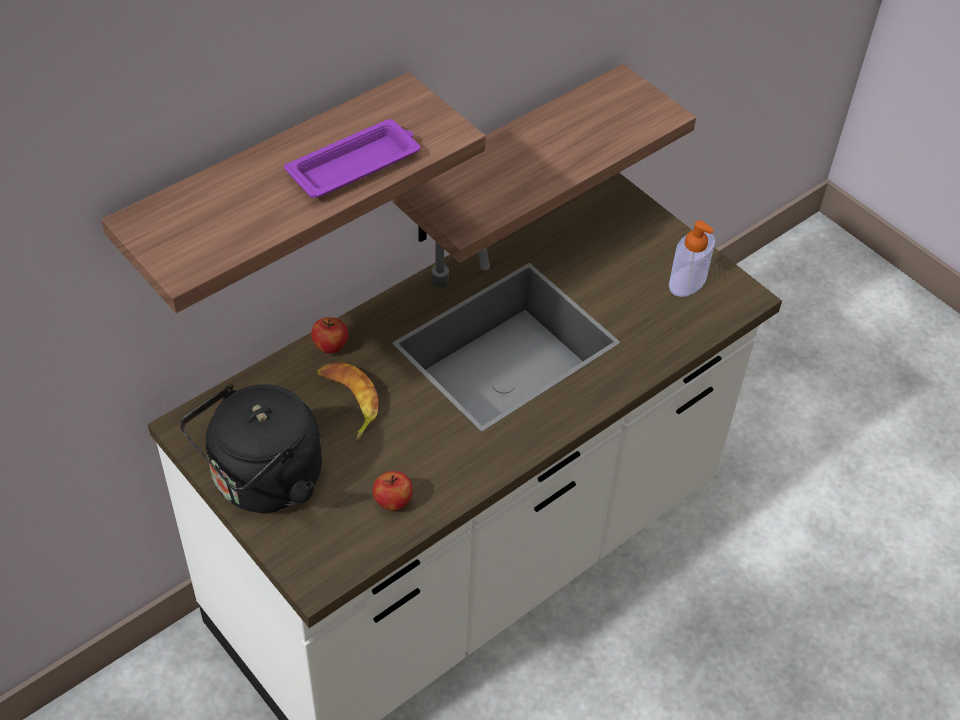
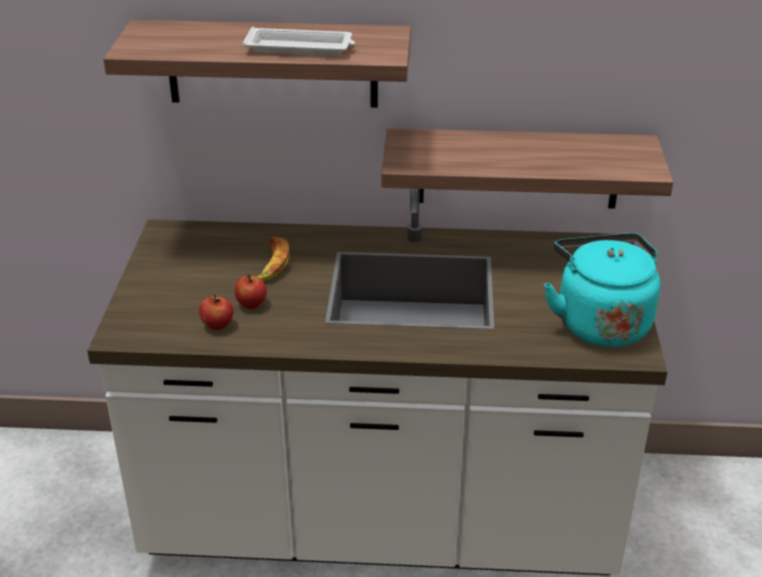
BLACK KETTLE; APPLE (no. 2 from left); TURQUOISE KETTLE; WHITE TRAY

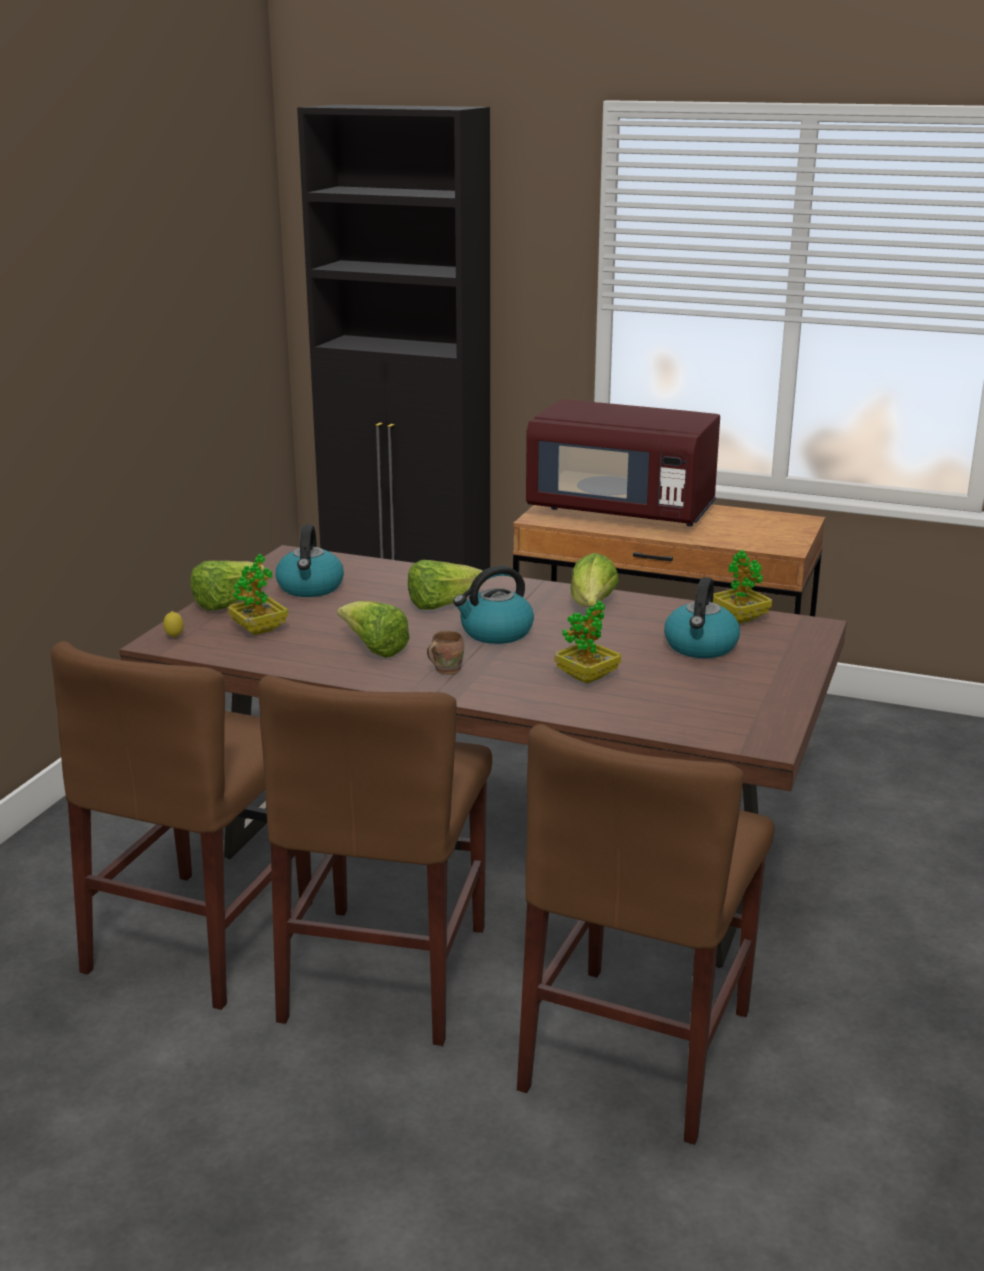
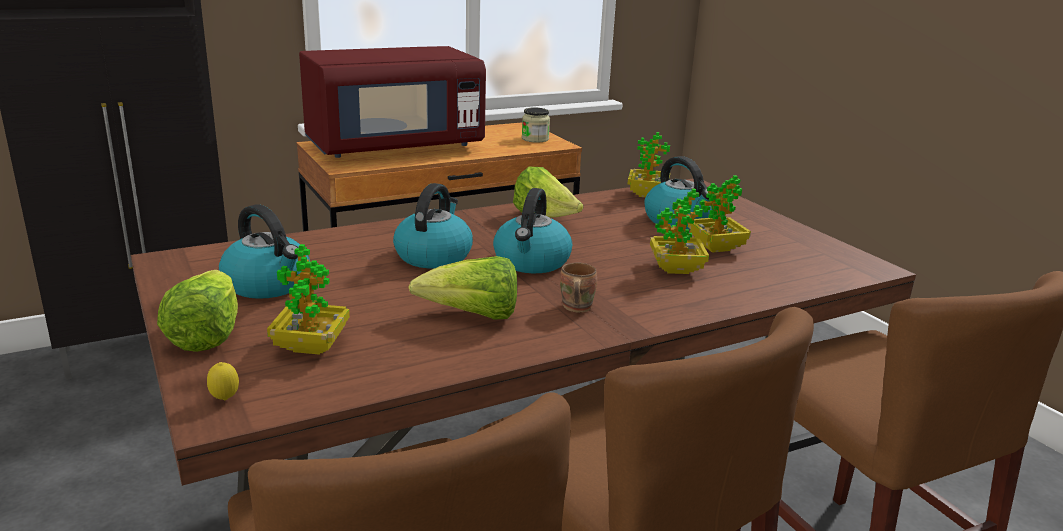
JAR; POTTED PLANT (no. 4 from left); KETTLE (no. 2 from left)

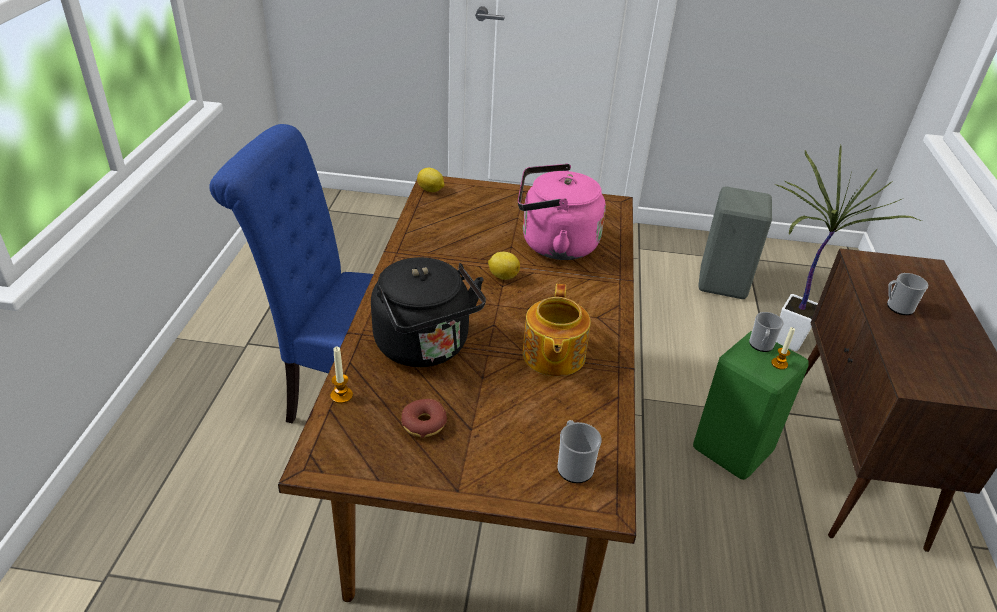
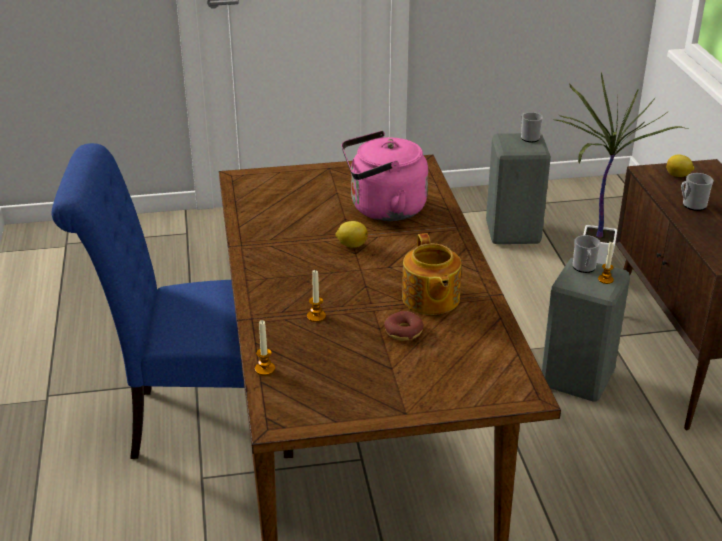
DONUT; LEMON (no. 2 from left); MUG (no. 1 from left); CANDLE (no. 2 from left); GREY STOOL (no. 2 from left)

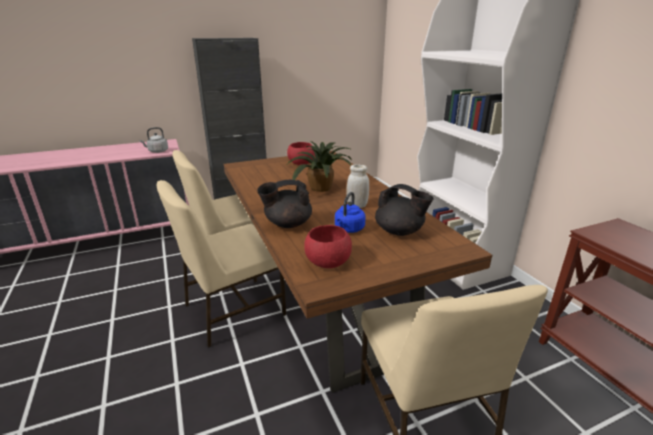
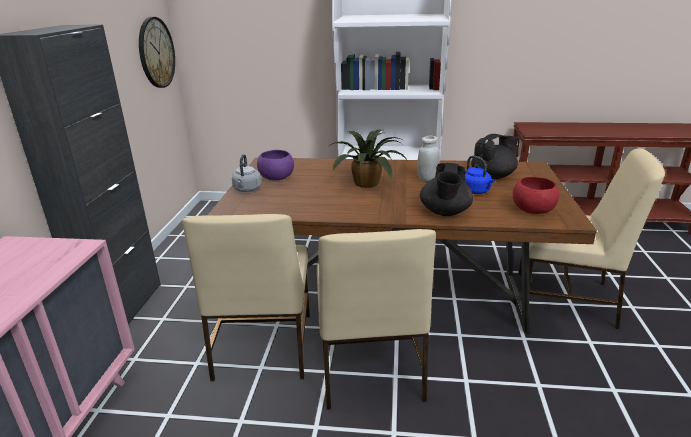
WALL CLOCK; GREY KETTLE; PURPLE BOWL

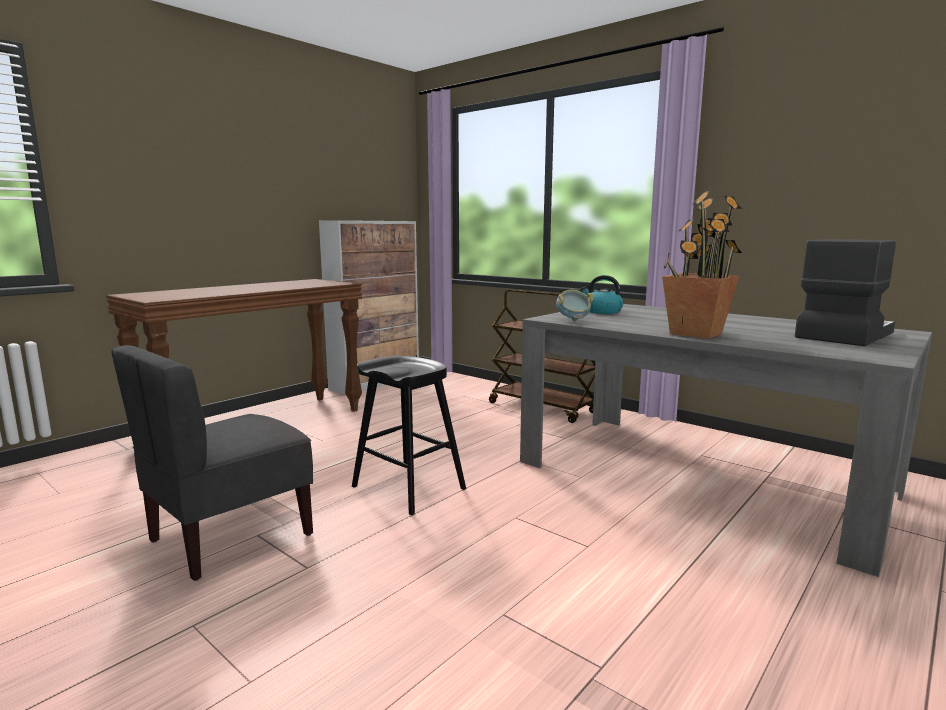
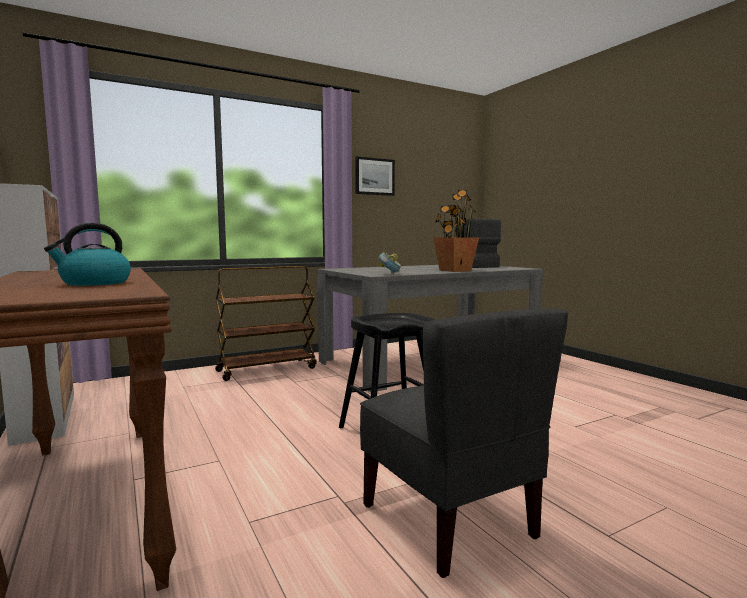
PICTURE; KETTLE

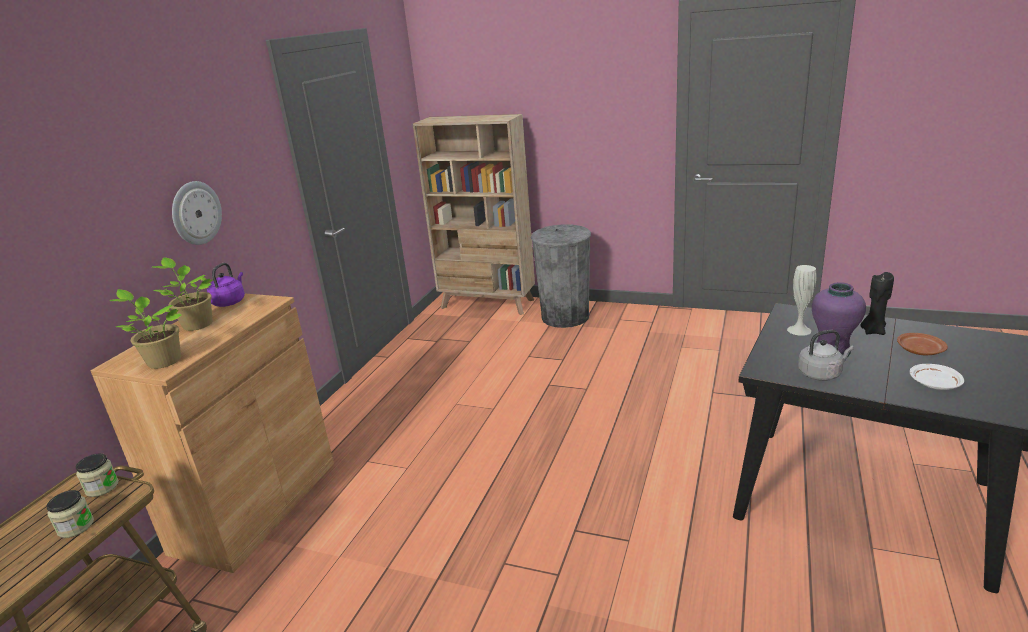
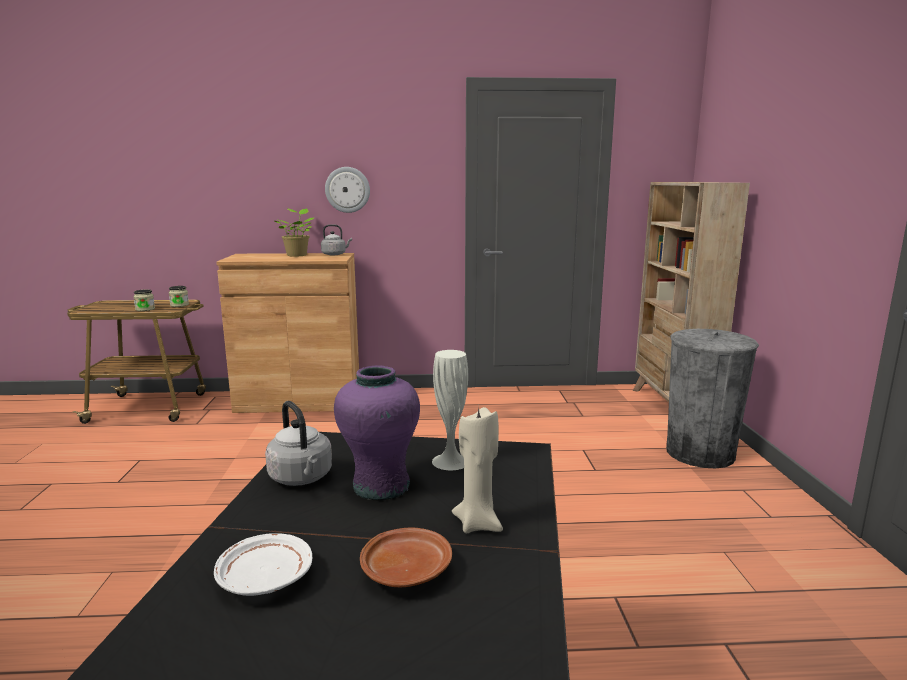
POTTED PLANT (no. 1 from left in the first image); GREY KETTLE (no. 2 from left); BEIGE CANDLE

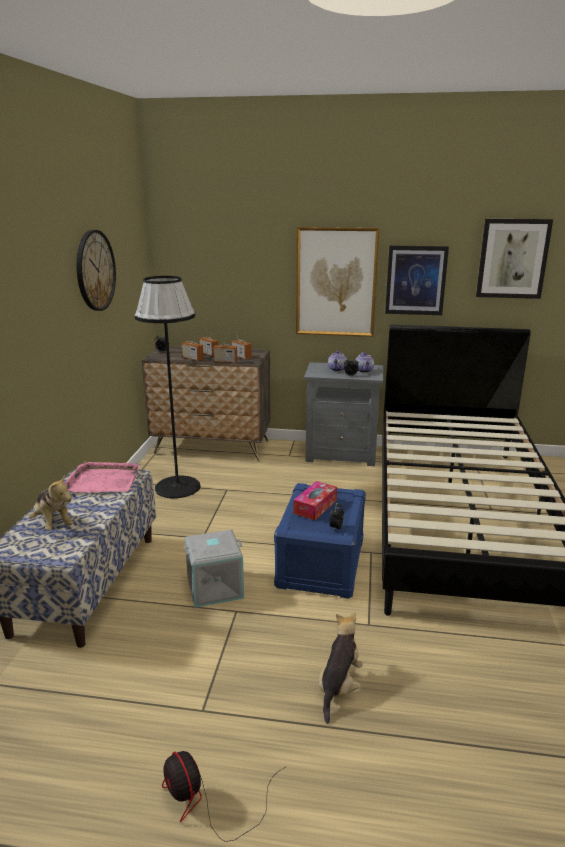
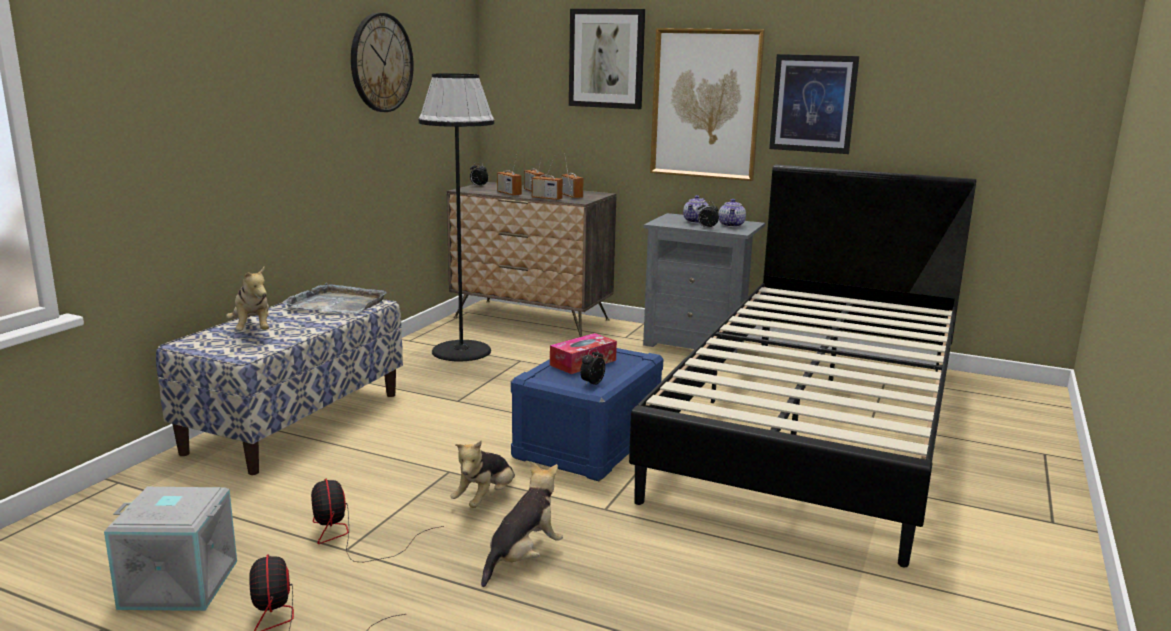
FAN (no. 2 from left); PLUSH TOY (no. 2 from left); GREY STORAGE BOX; PICTURE (no. 1 from left); GREY TRAY

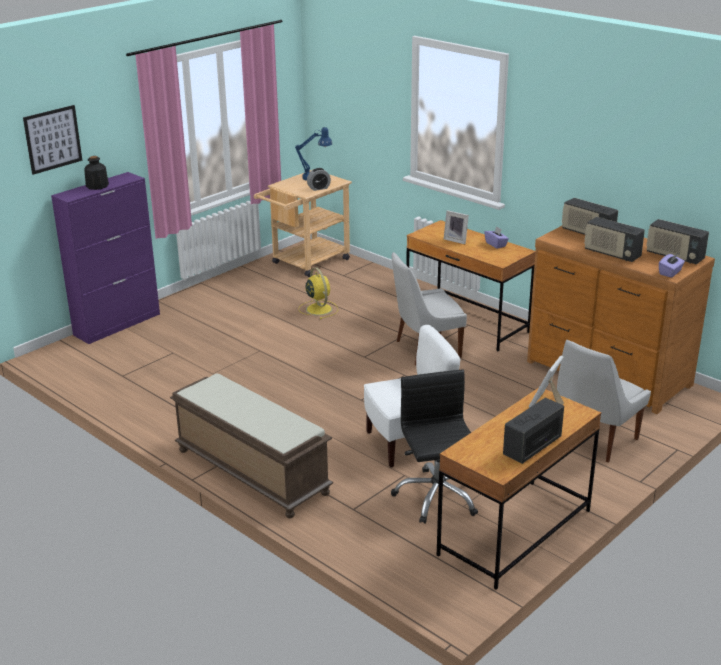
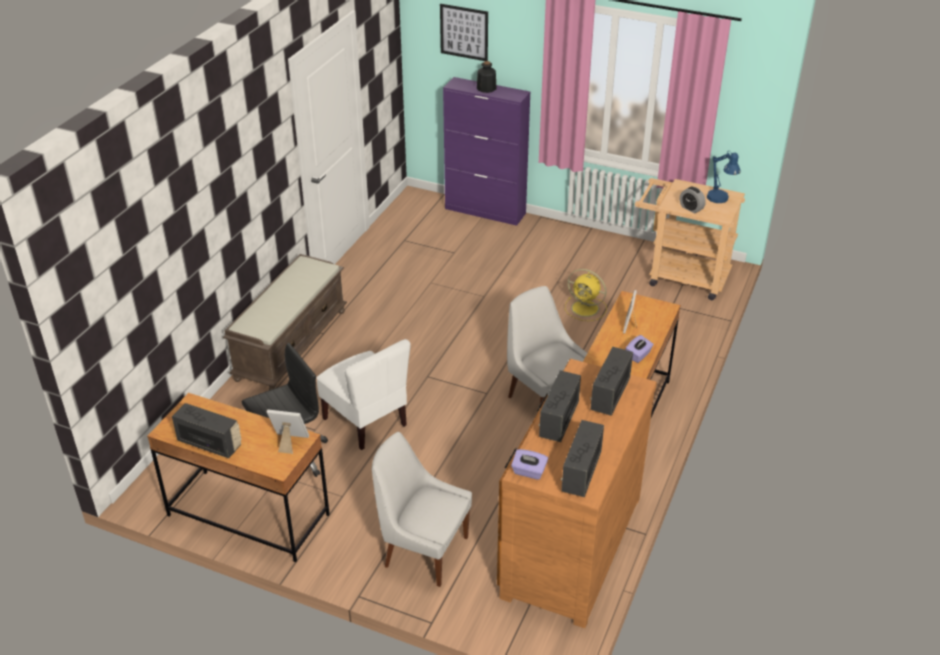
YELLOW FAN

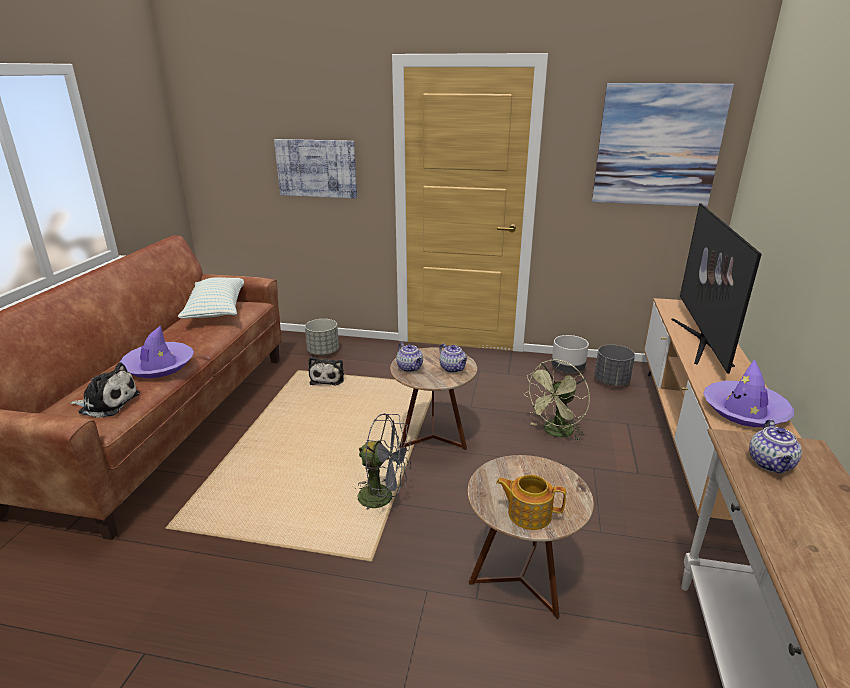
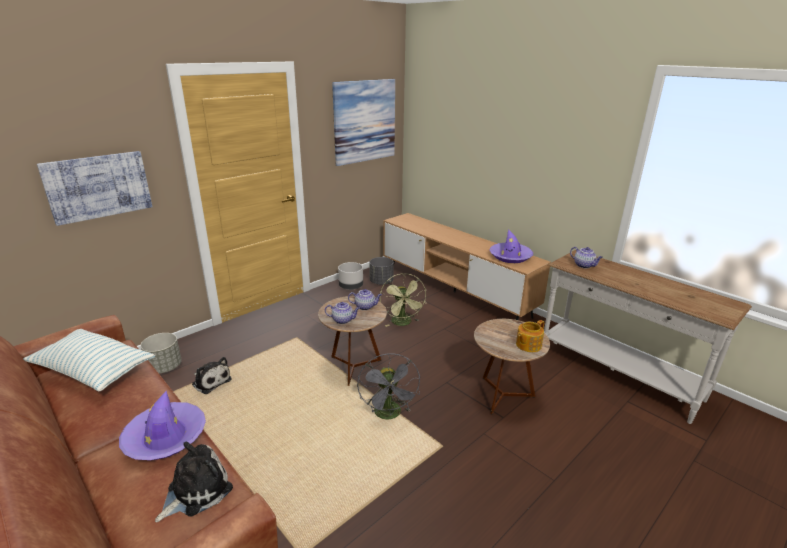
TELEVISION; GREY FAN

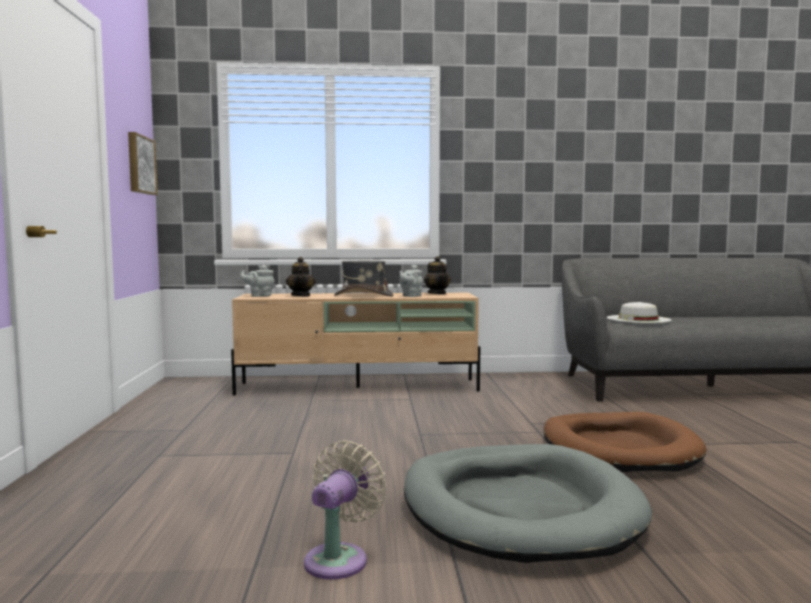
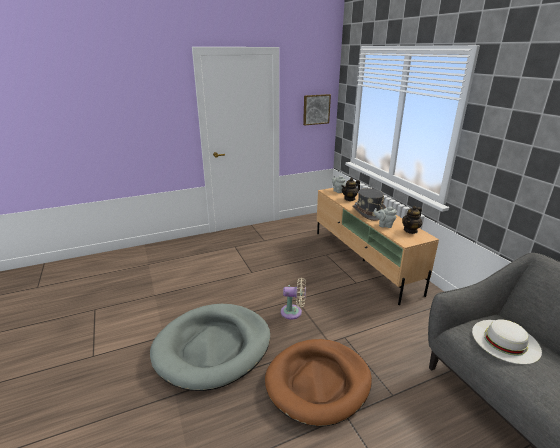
BEIGE FAN

